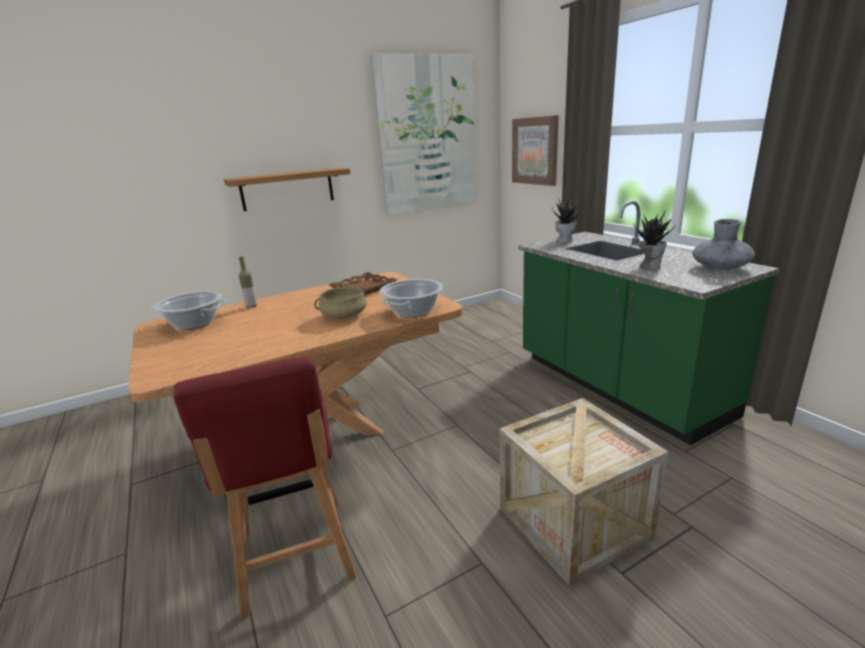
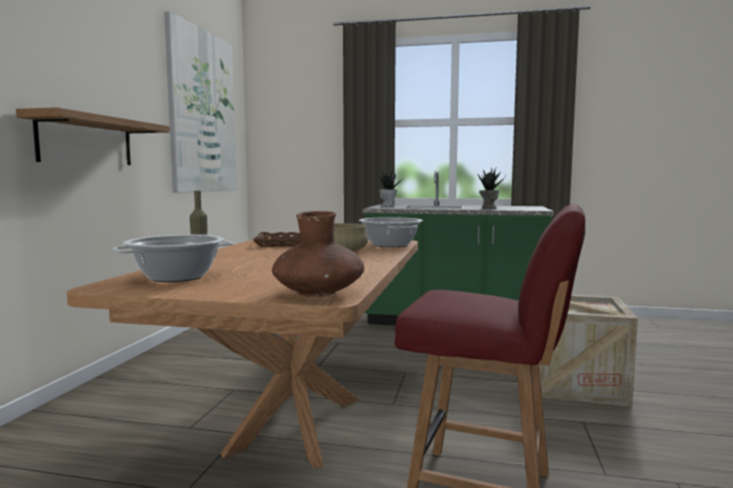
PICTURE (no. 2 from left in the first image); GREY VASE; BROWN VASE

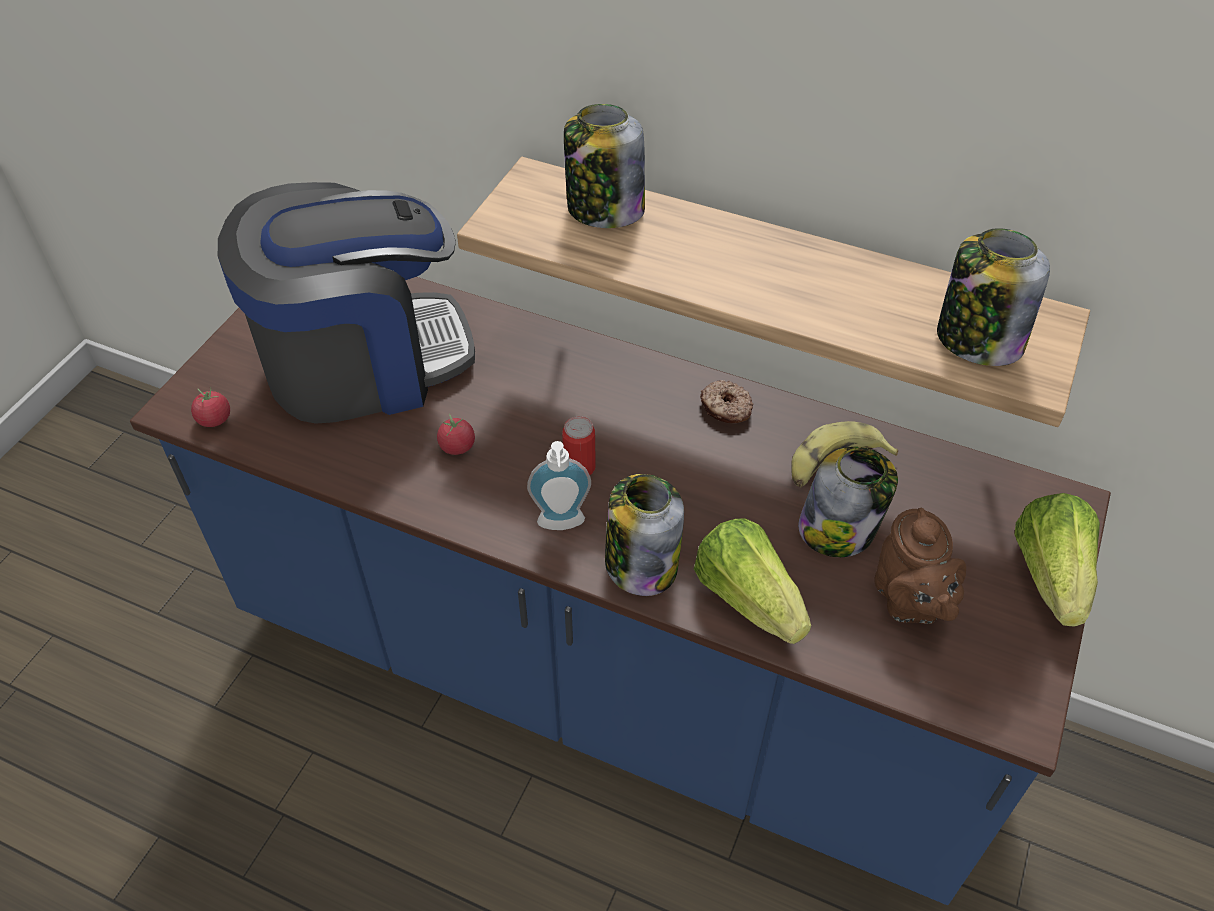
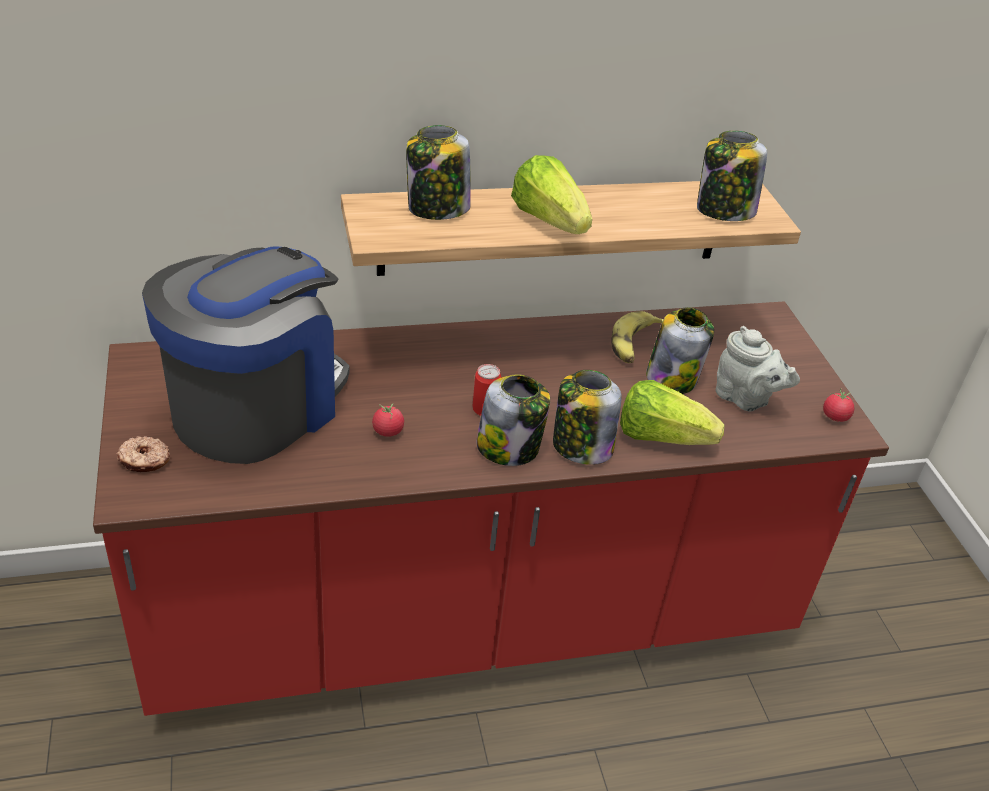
TOMATO (no. 2 from left); DONUT; LETTUCE (no. 1 from left); JAR (no. 2 from left); RED COUNTER; GREY TEAPOT

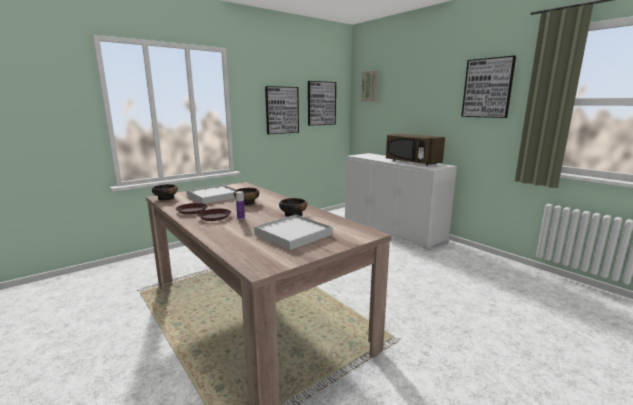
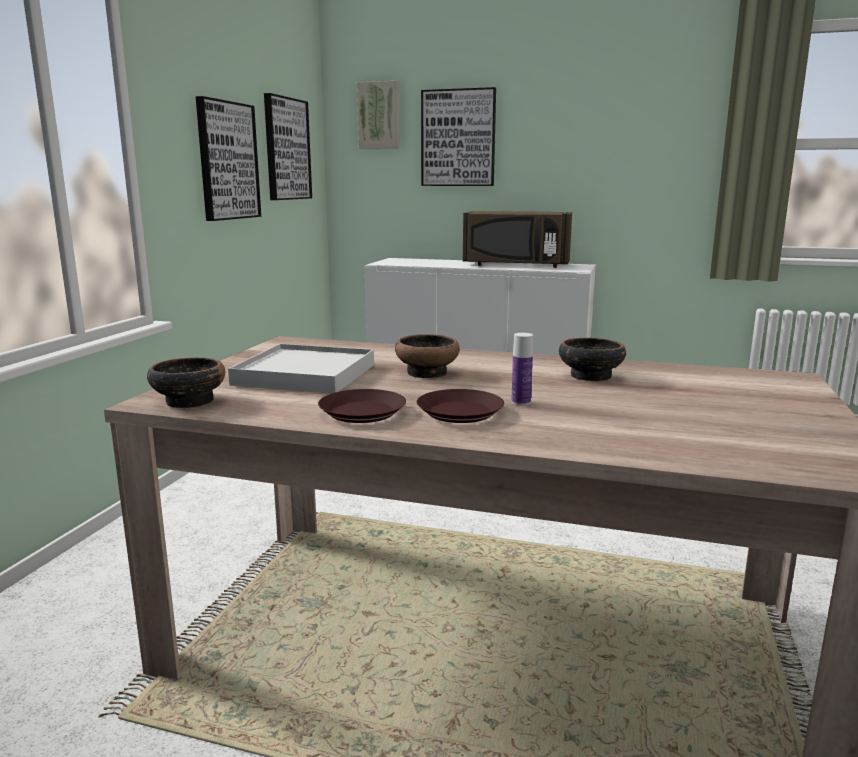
WHITE TRAY (no. 2 from left in the first image); PICTURE (no. 4 from left)

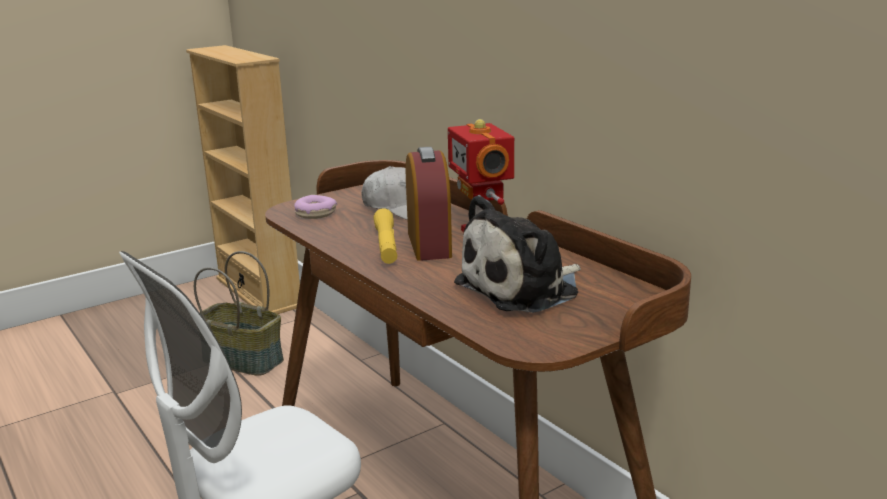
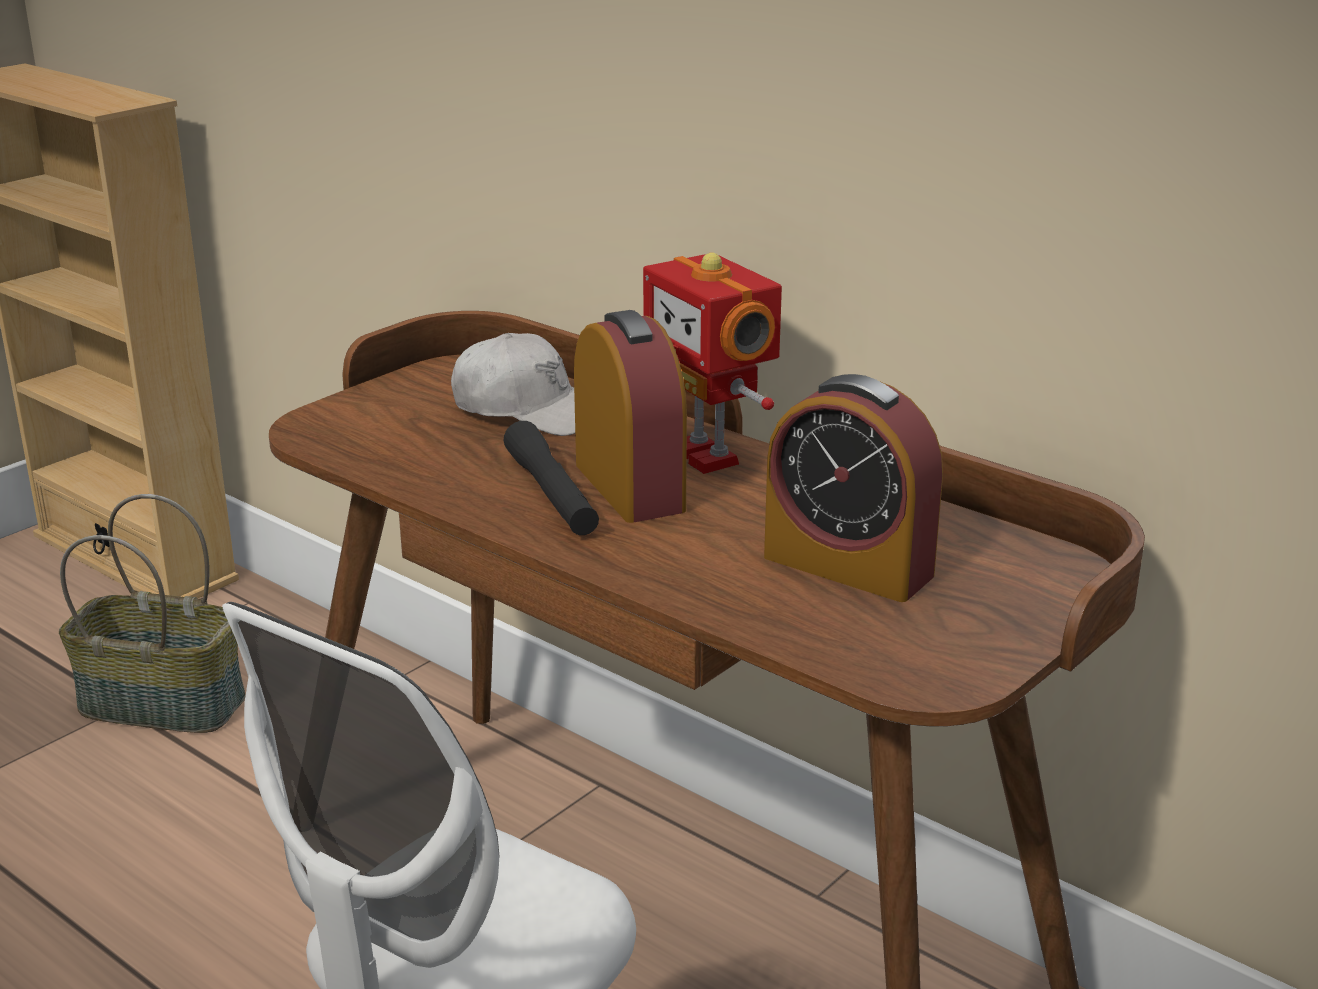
DONUT; ALARM CLOCK (no. 2 from left); BLACK FLASHLIGHT

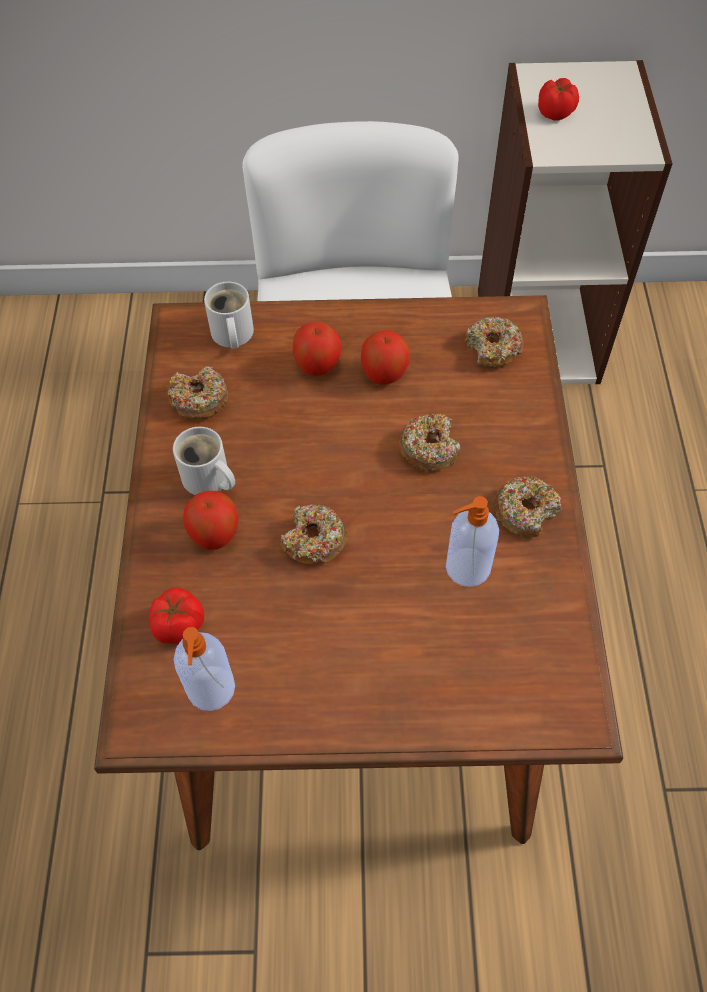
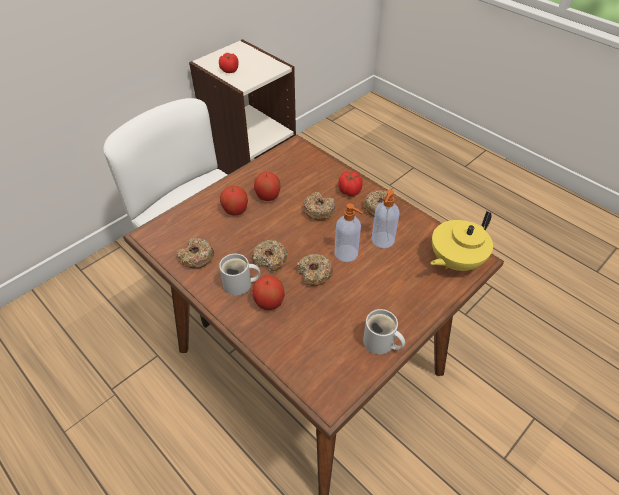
YELLOW TEAPOT; TOMATO (no. 2 from left); SOAP DISPENSER (no. 1 from left); WHITE MUG (no. 2 from left); DONUT (no. 2 from left)

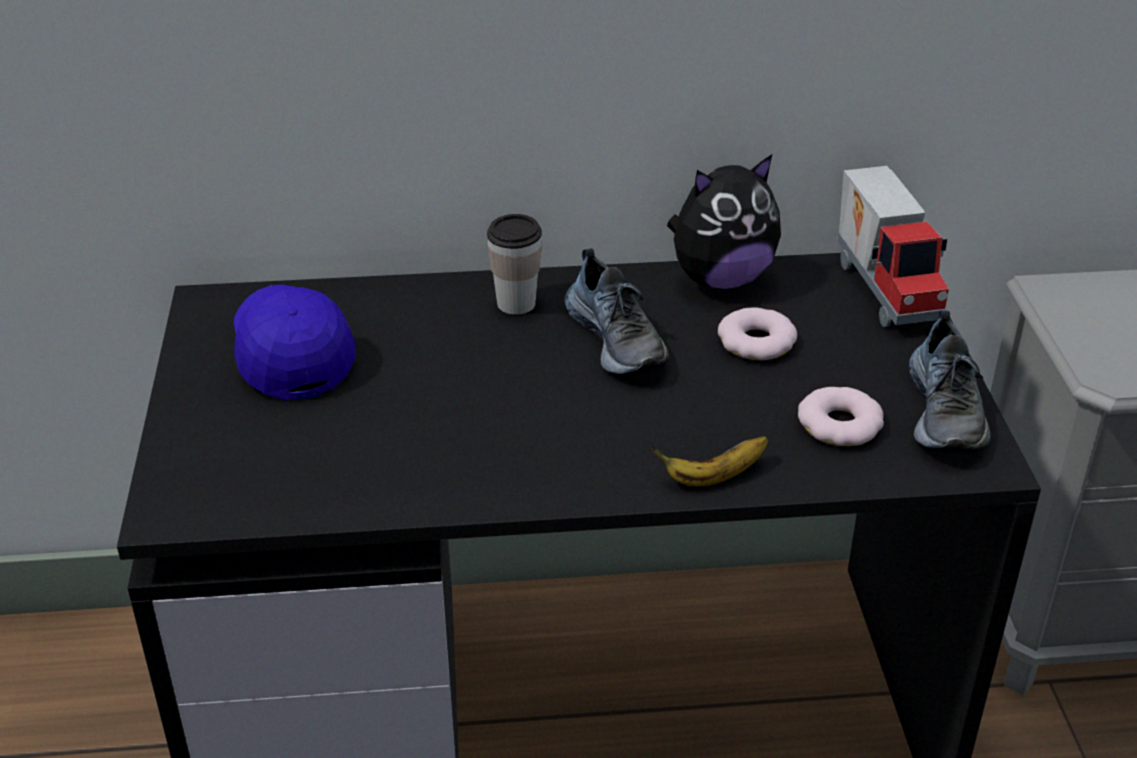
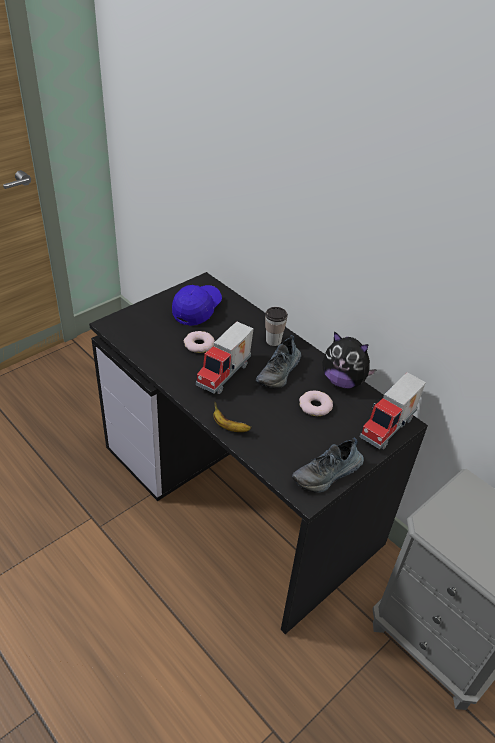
TOY TRUCK (no. 1 from left); DONUT (no. 1 from left)

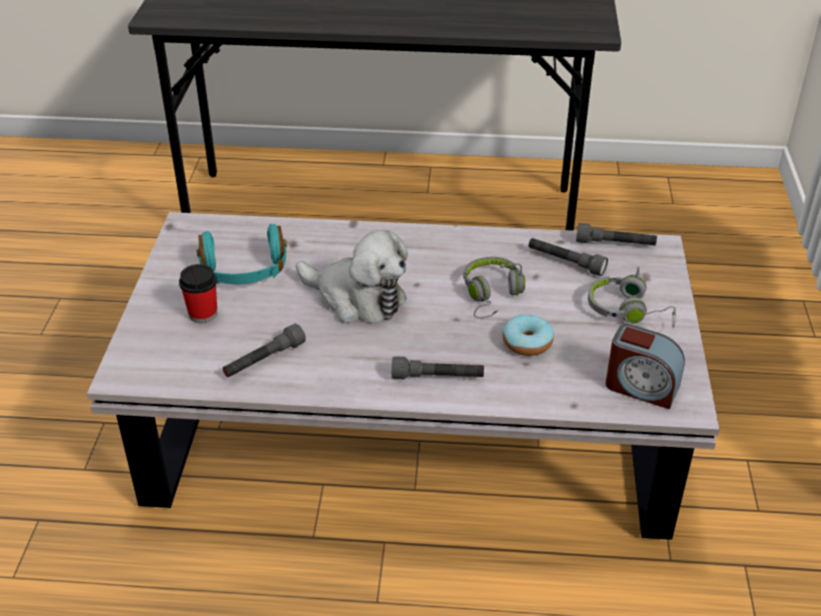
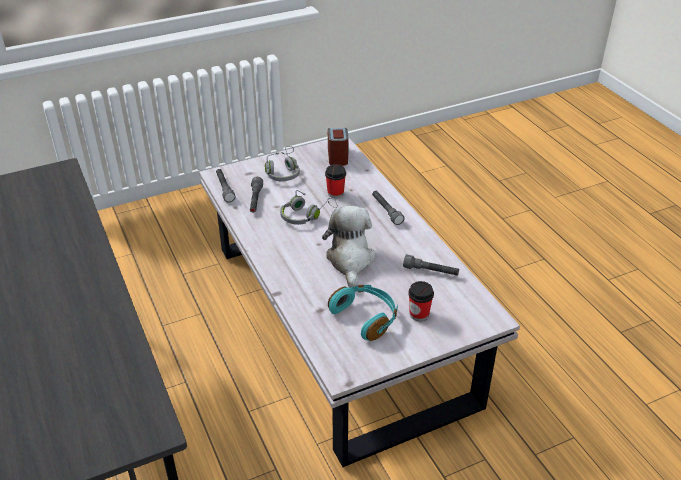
CUP (no. 1 from left)

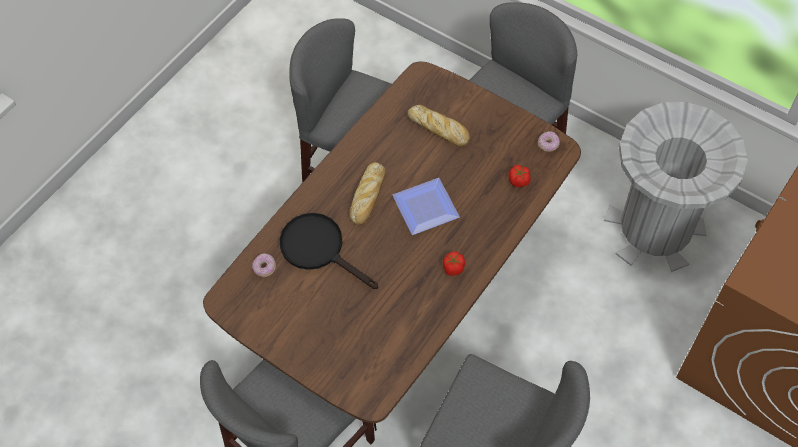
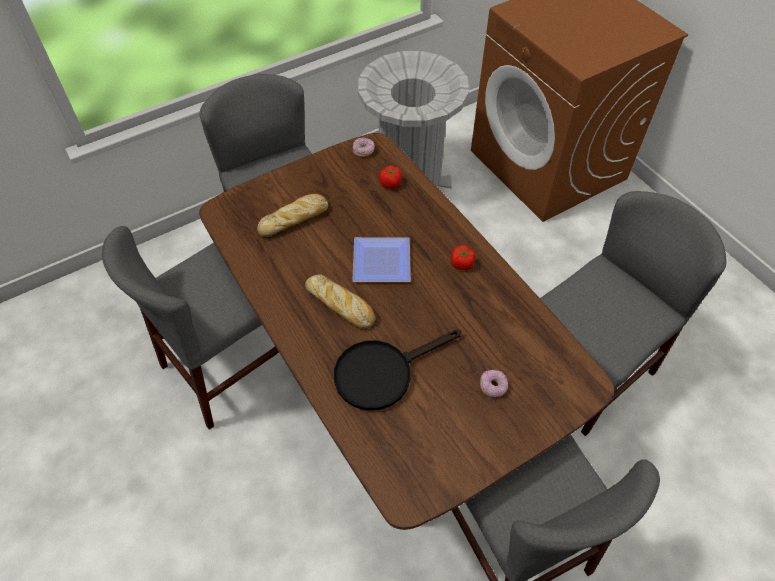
DONUT (no. 2 from left)

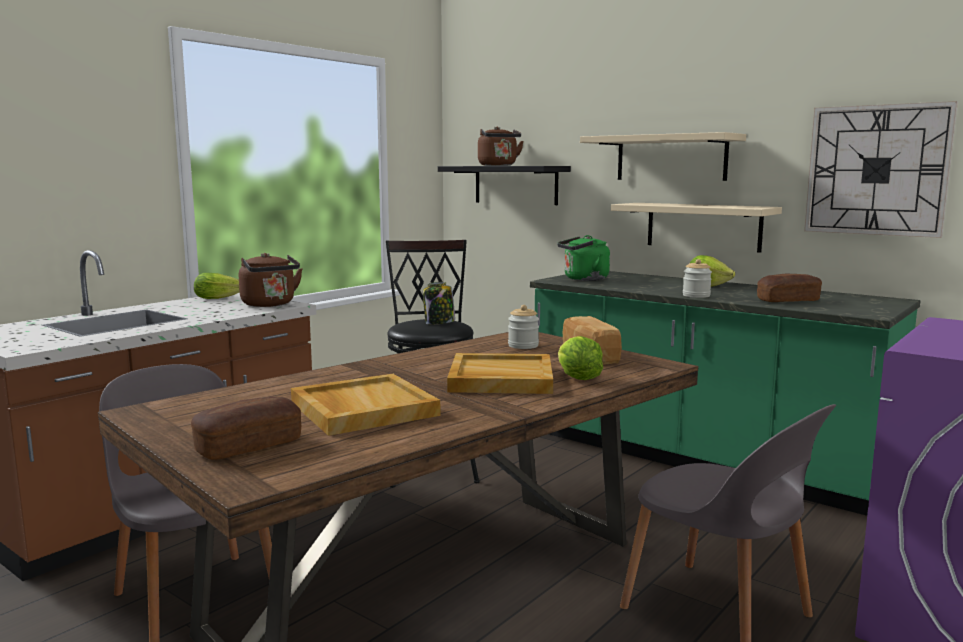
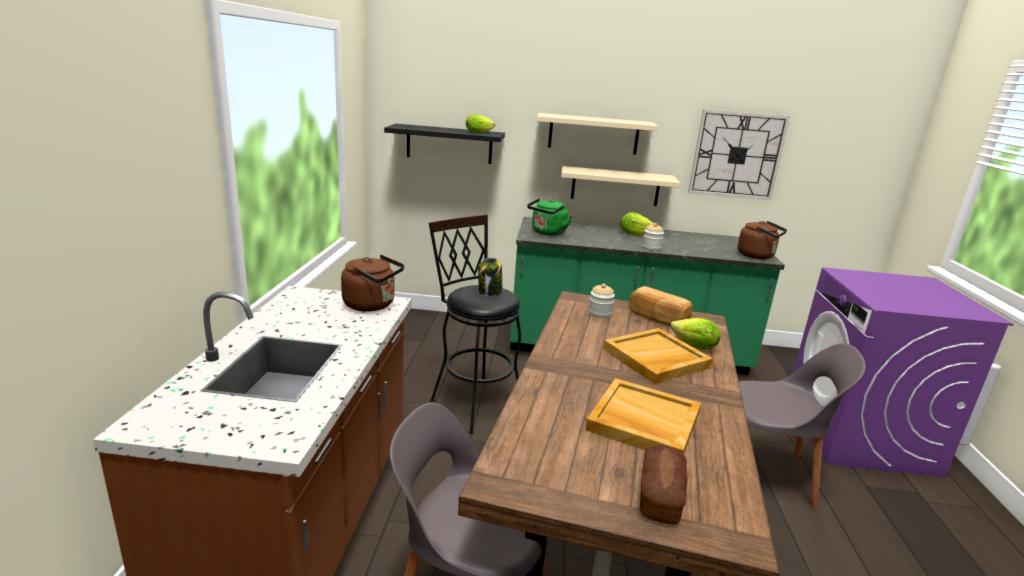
BREAD (no. 3 from left in the first image); LETTUCE (no. 1 from left); BROWN KETTLE (no. 2 from left)

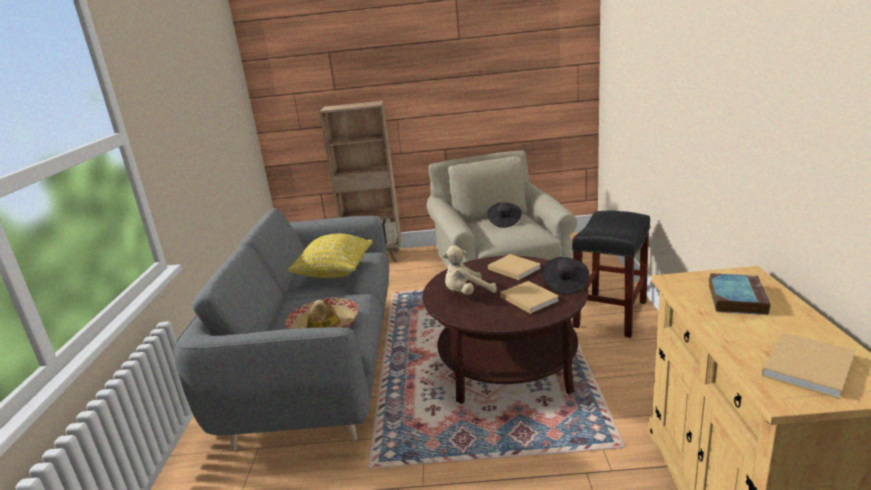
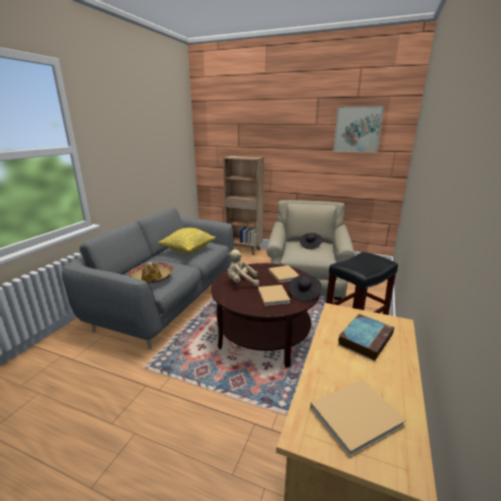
PICTURE

